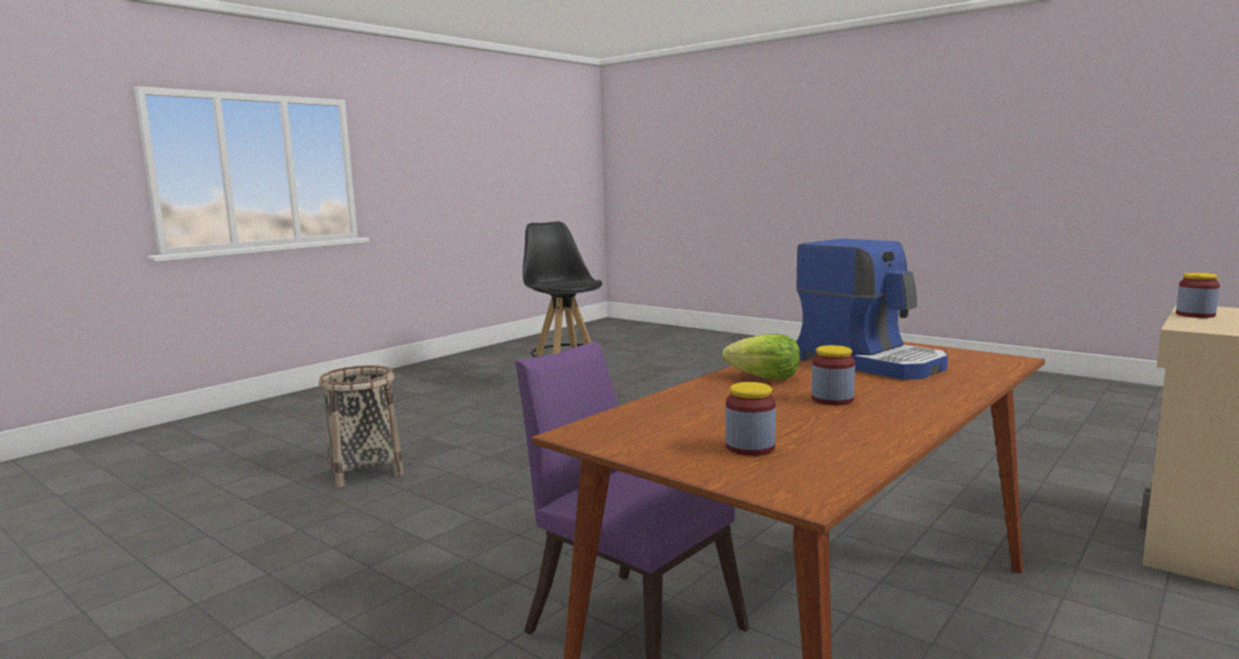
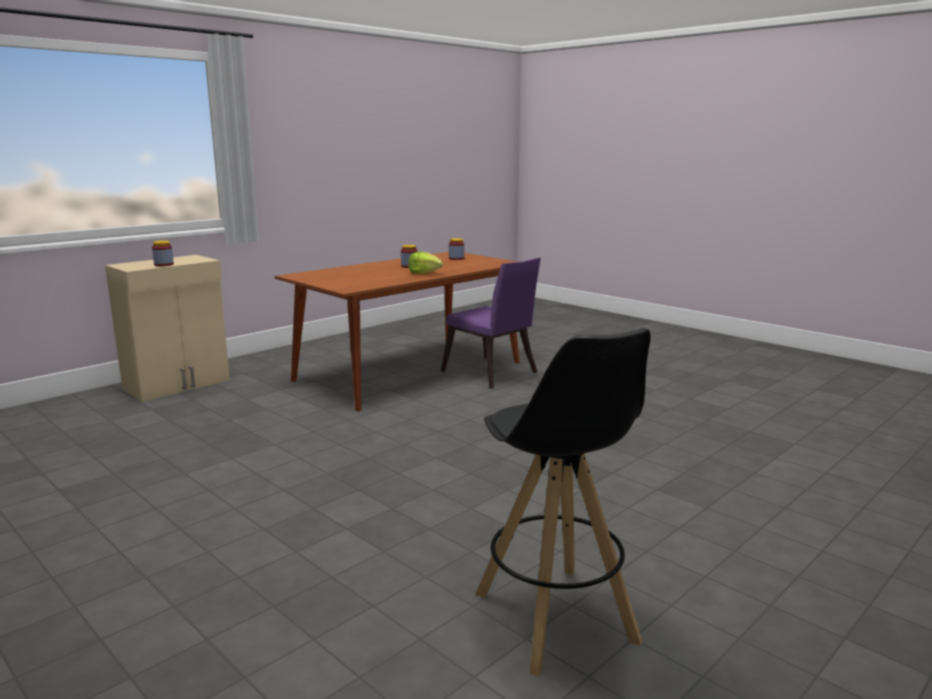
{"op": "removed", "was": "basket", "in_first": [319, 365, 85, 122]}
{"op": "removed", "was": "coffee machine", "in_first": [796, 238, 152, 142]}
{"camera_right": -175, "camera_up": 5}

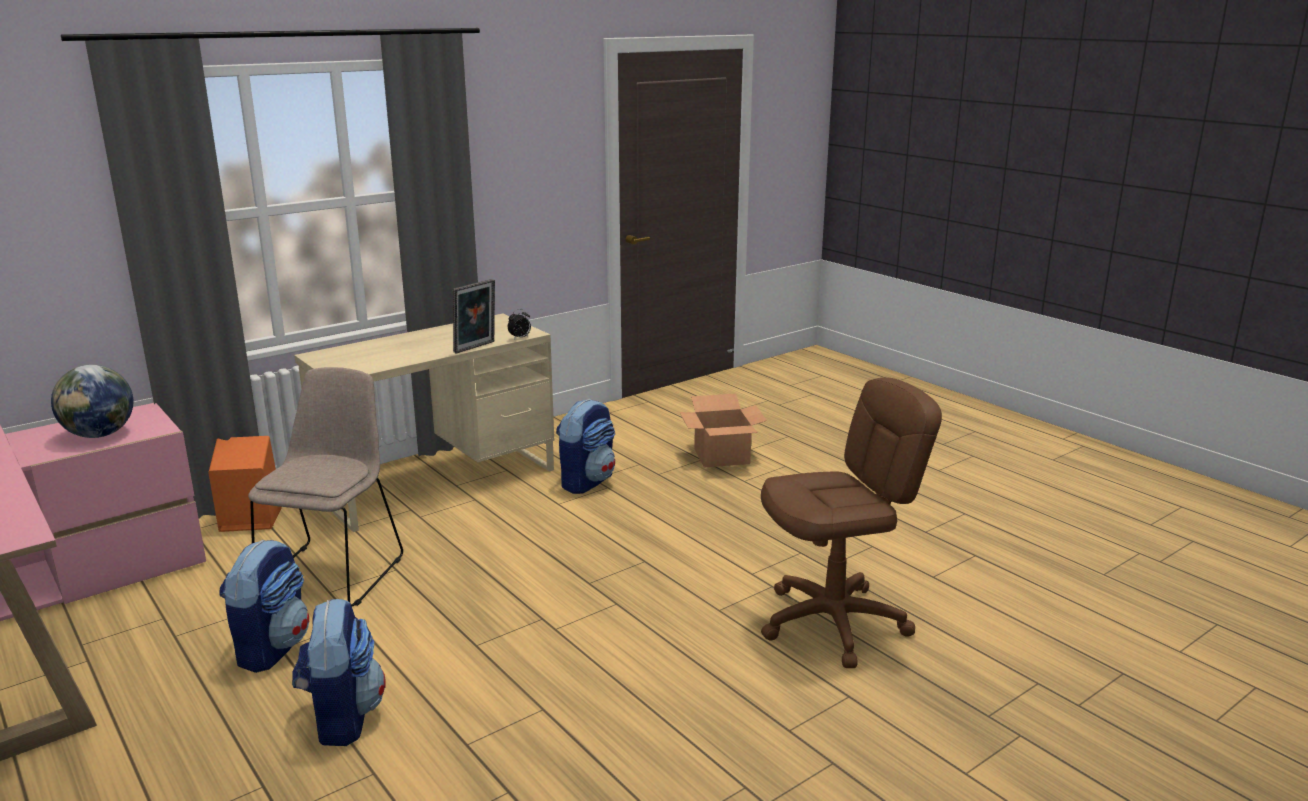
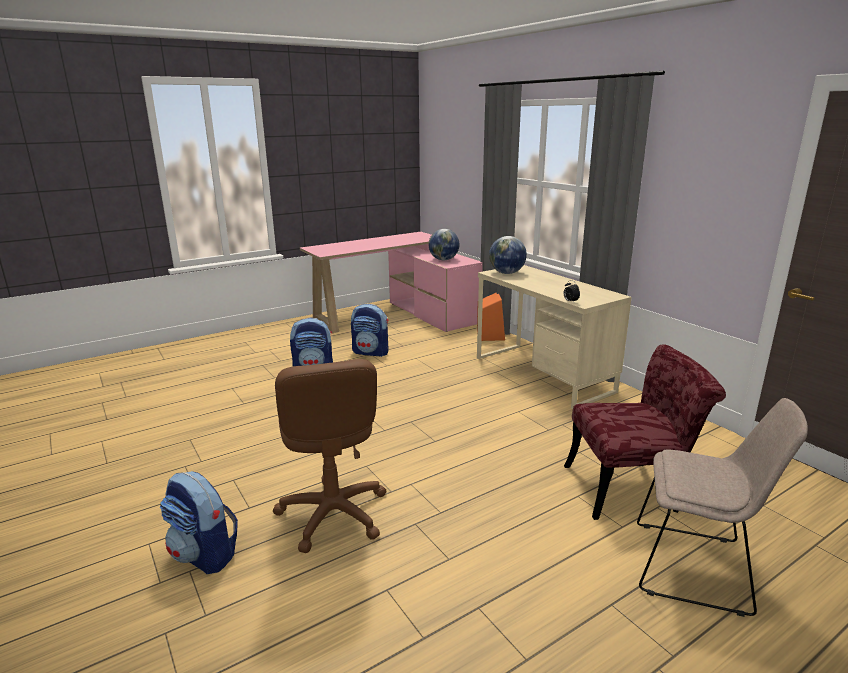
{"op": "moved", "was": "backpack", "in_first": [556, 399, 59, 95], "in_second": [160, 471, 78, 103]}
{"op": "added", "now": "globe", "in_second": [489, 236, 38, 38]}
{"op": "replaced", "was": "cardboard box", "now": "red chair", "in_first": [680, 394, 87, 74], "in_second": [564, 345, 162, 175]}
{"op": "moved", "was": "beige chair", "in_first": [248, 367, 155, 239], "in_second": [637, 398, 171, 219]}
{"op": "removed", "was": "picture frame", "in_first": [453, 279, 42, 75]}
{"camera_right": 95, "camera_up": 0}

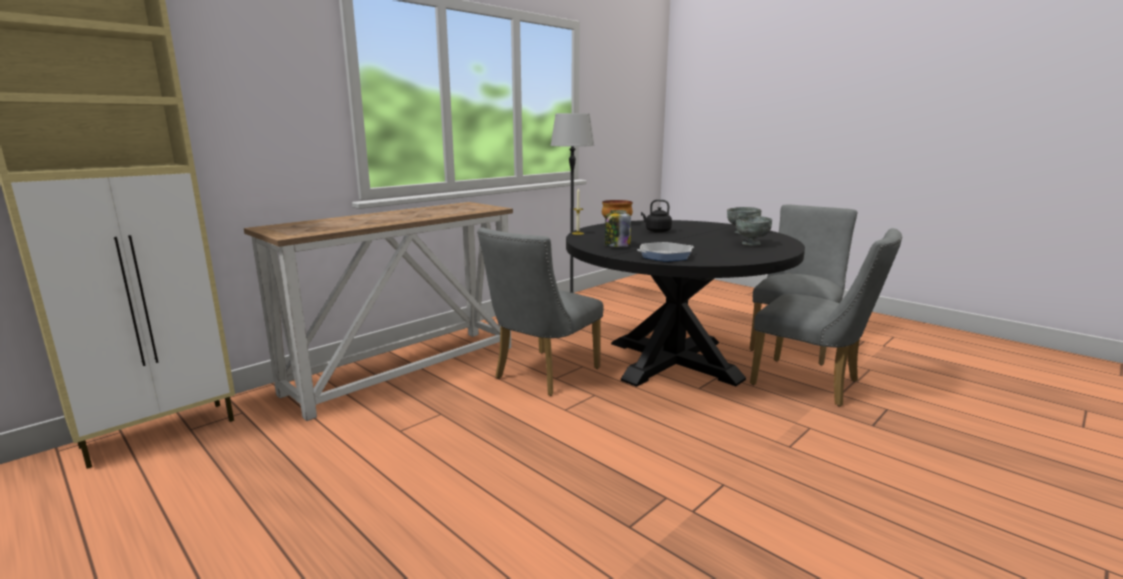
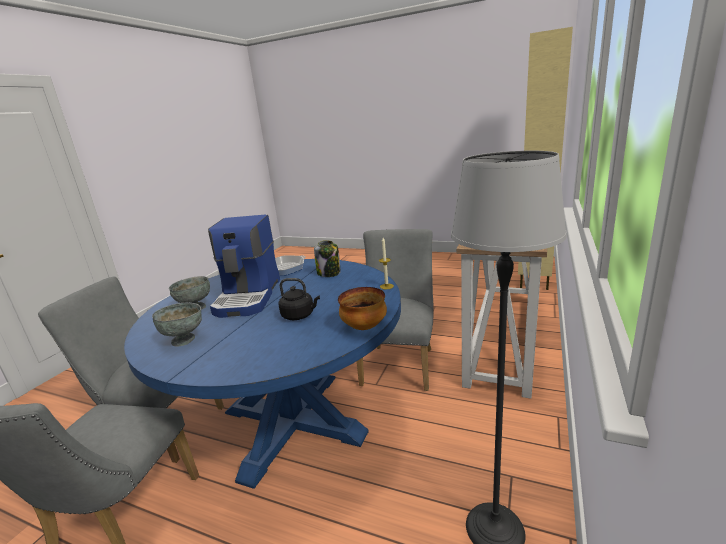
{"op": "recoloured", "was": "black dining table", "now": "blue dining table", "in_first": [566, 220, 239, 167], "in_second": [124, 259, 277, 230]}
{"op": "added", "now": "coffee machine", "in_second": [208, 215, 72, 103]}
{"camera_right": 160, "camera_up": 5}

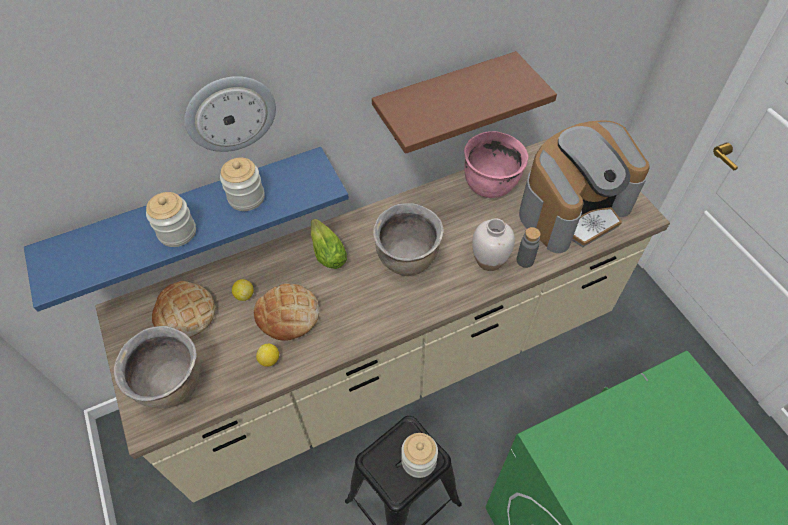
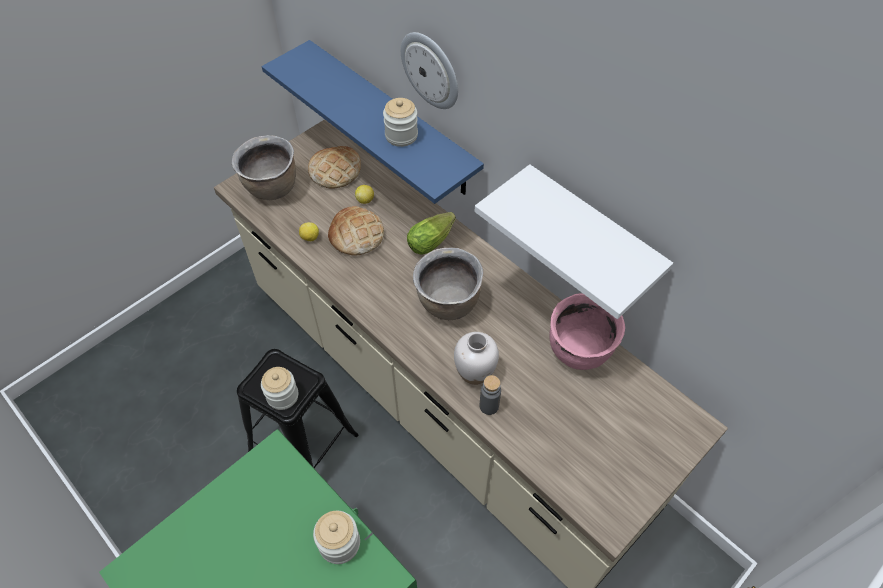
{"op": "moved", "was": "jar", "in_first": [146, 192, 50, 55], "in_second": [313, 511, 47, 53]}
{"op": "recoloured", "was": "brown shelf", "now": "white shelf", "in_first": [372, 51, 185, 103], "in_second": [474, 164, 199, 155]}
{"op": "removed", "was": "coffee machine", "in_first": [519, 120, 131, 133]}
{"camera_right": 70, "camera_up": 0}

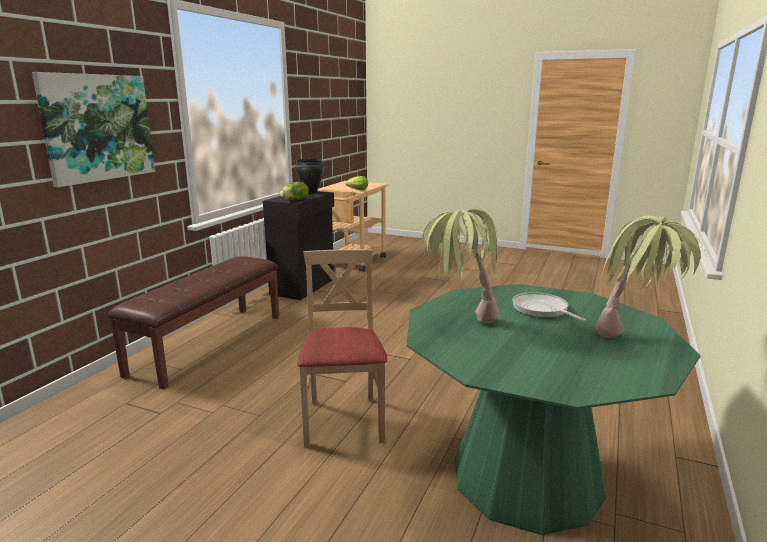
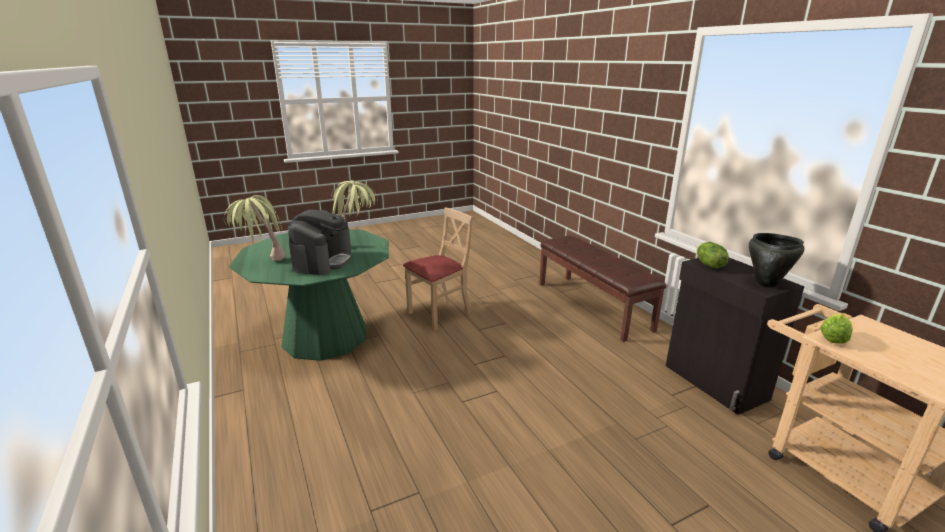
{"op": "replaced", "was": "frying pan", "now": "coffee machine", "in_first": [513, 292, 73, 29], "in_second": [288, 210, 65, 65]}
{"op": "turned", "was": "beige chair", "in_first": [297, 249, 91, 199], "in_second": [403, 207, 70, 124], "clockwise": -75}
{"op": "removed", "was": "picture", "in_first": [32, 72, 123, 115]}
{"camera_right": 130, "camera_up": 5}

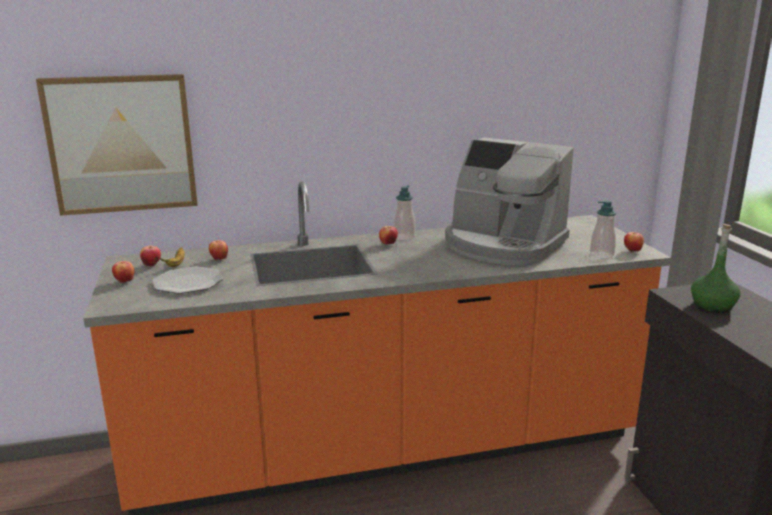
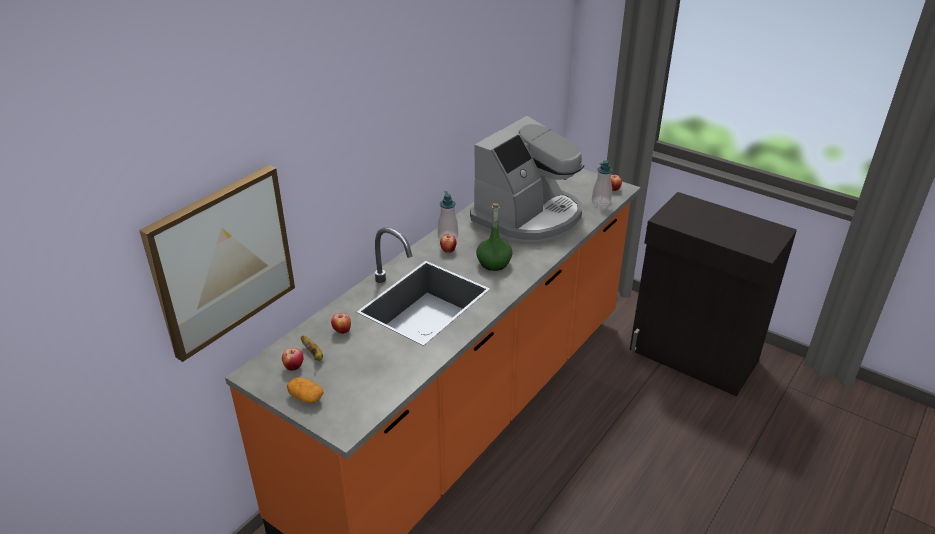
{"op": "replaced", "was": "apple", "now": "potato", "in_first": [112, 261, 22, 23], "in_second": [287, 377, 36, 26]}
{"op": "turned", "was": "coffee machine", "in_first": [445, 137, 129, 128], "in_second": [470, 116, 114, 127], "clockwise": -45}
{"op": "moved", "was": "green bottle", "in_first": [691, 224, 50, 89], "in_second": [476, 203, 37, 68]}
{"op": "removed", "was": "plate", "in_first": [152, 266, 71, 28]}
{"camera_right": -40, "camera_up": 15}

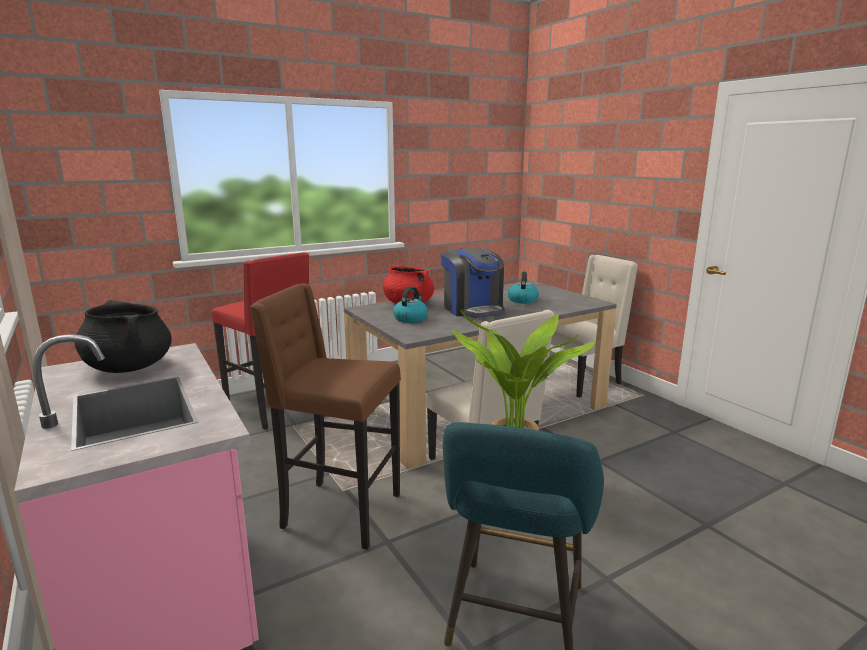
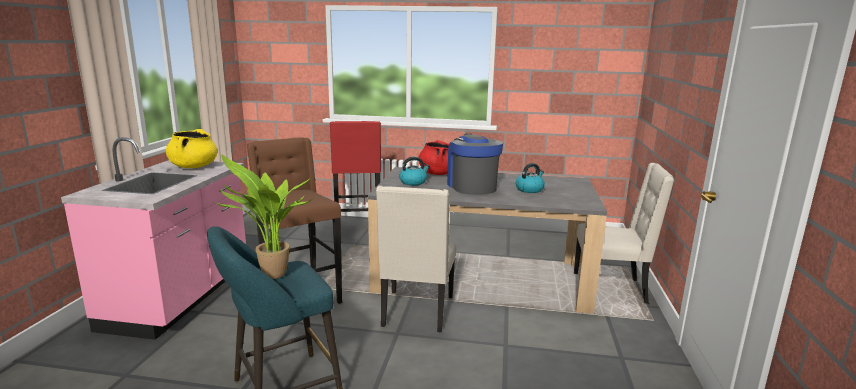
{"op": "recoloured", "was": "black cooking pot", "now": "yellow cooking pot", "in_first": [74, 300, 98, 73], "in_second": [166, 129, 52, 39]}
{"op": "turned", "was": "coffee machine", "in_first": [440, 247, 65, 71], "in_second": [447, 134, 56, 61], "clockwise": 150}
{"camera_right": 40, "camera_up": 0}

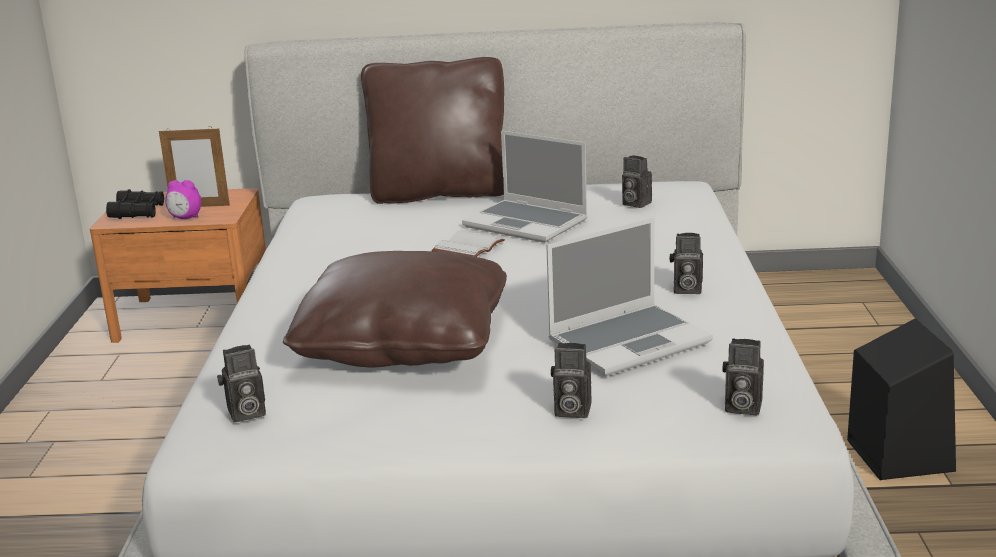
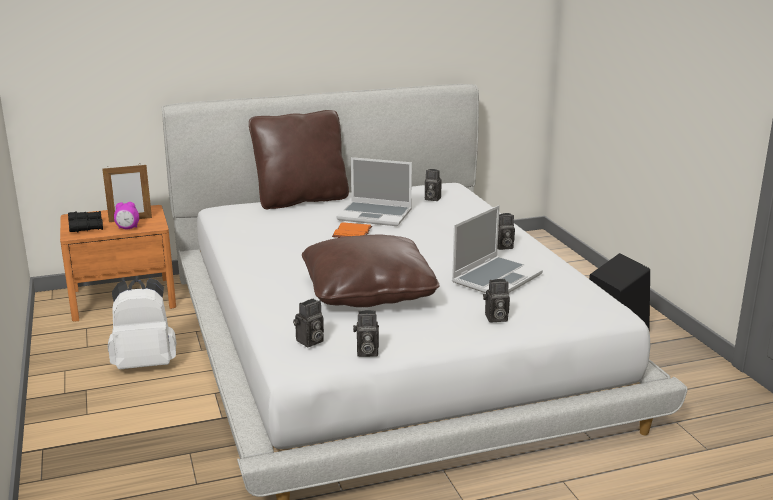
{"op": "added", "now": "white backpack", "in_second": [108, 278, 69, 92]}
{"op": "recoloured", "was": "white book", "now": "orange book", "in_first": [431, 230, 74, 27], "in_second": [332, 222, 40, 16]}
{"op": "moved", "was": "photo camera", "in_first": [723, 338, 41, 78], "in_second": [353, 310, 26, 47]}
{"camera_right": -20, "camera_up": 0}

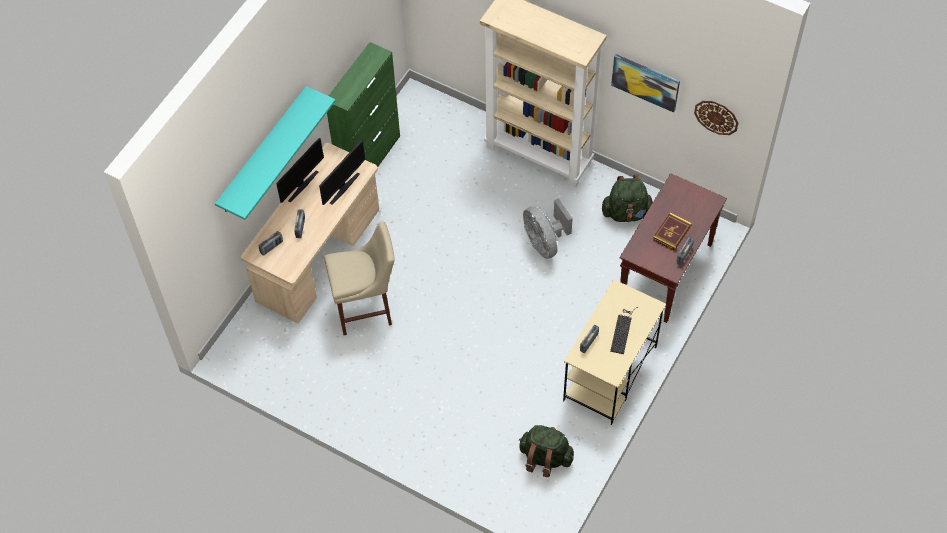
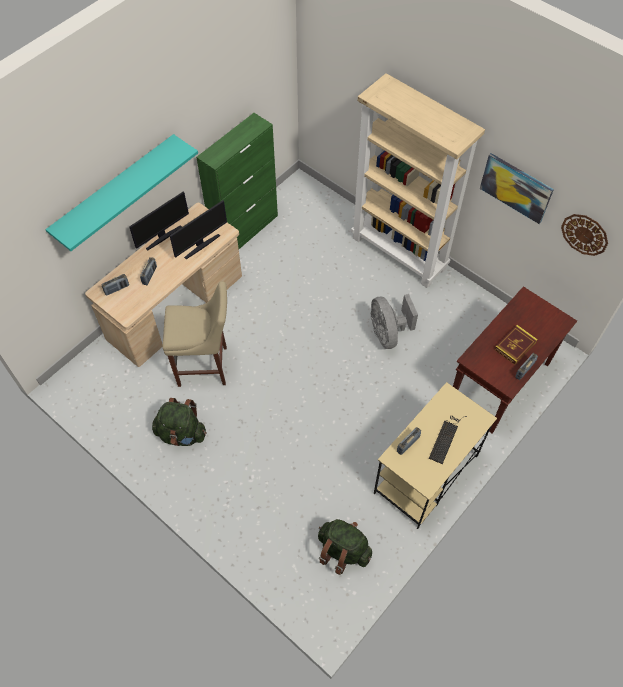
{"op": "moved", "was": "green backpack", "in_first": [602, 175, 51, 47], "in_second": [152, 398, 54, 48]}
{"camera_right": 10, "camera_up": 0}

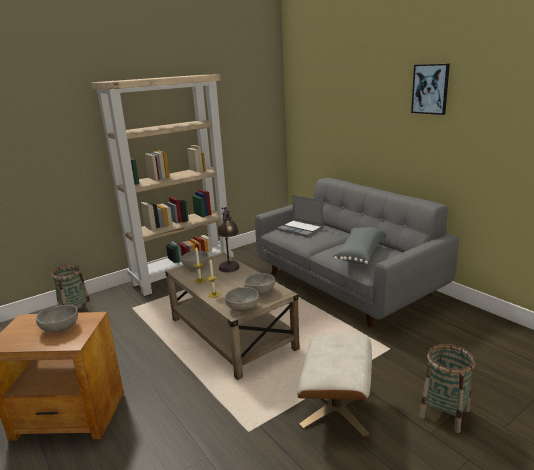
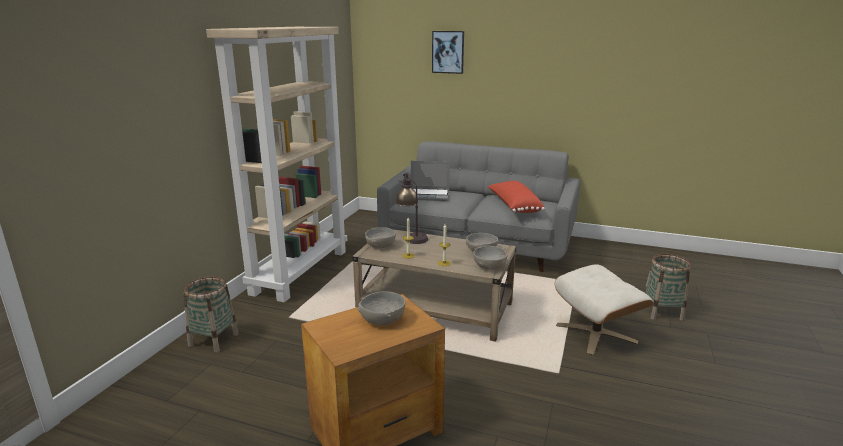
{"op": "moved", "was": "picture", "in_first": [411, 64, 39, 51], "in_second": [432, 31, 32, 43]}
{"op": "recoloured", "was": "grey pillow", "now": "red pillow", "in_first": [333, 227, 52, 37], "in_second": [488, 181, 57, 32]}
{"camera_right": -35, "camera_up": 0}

